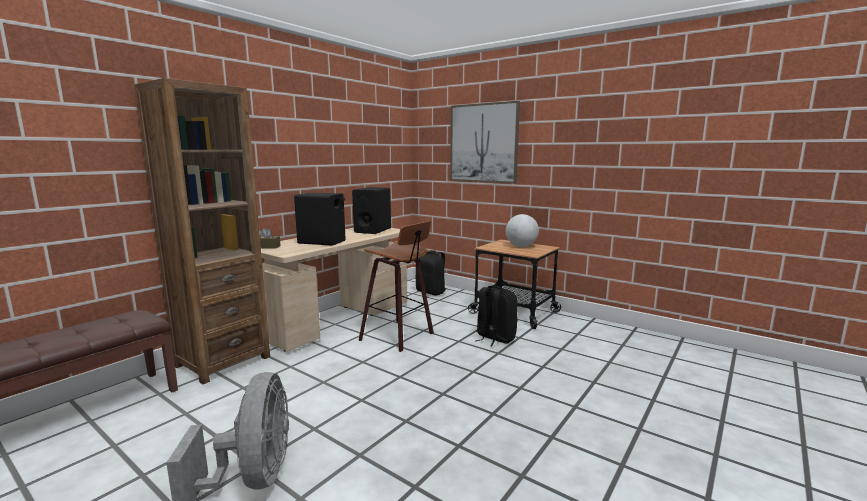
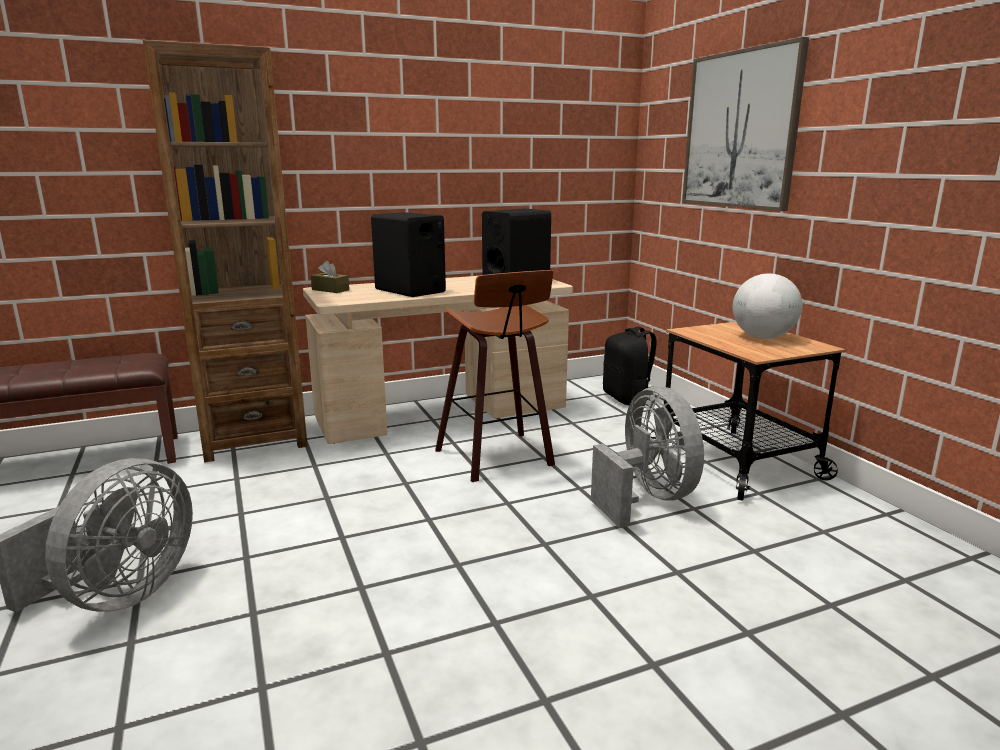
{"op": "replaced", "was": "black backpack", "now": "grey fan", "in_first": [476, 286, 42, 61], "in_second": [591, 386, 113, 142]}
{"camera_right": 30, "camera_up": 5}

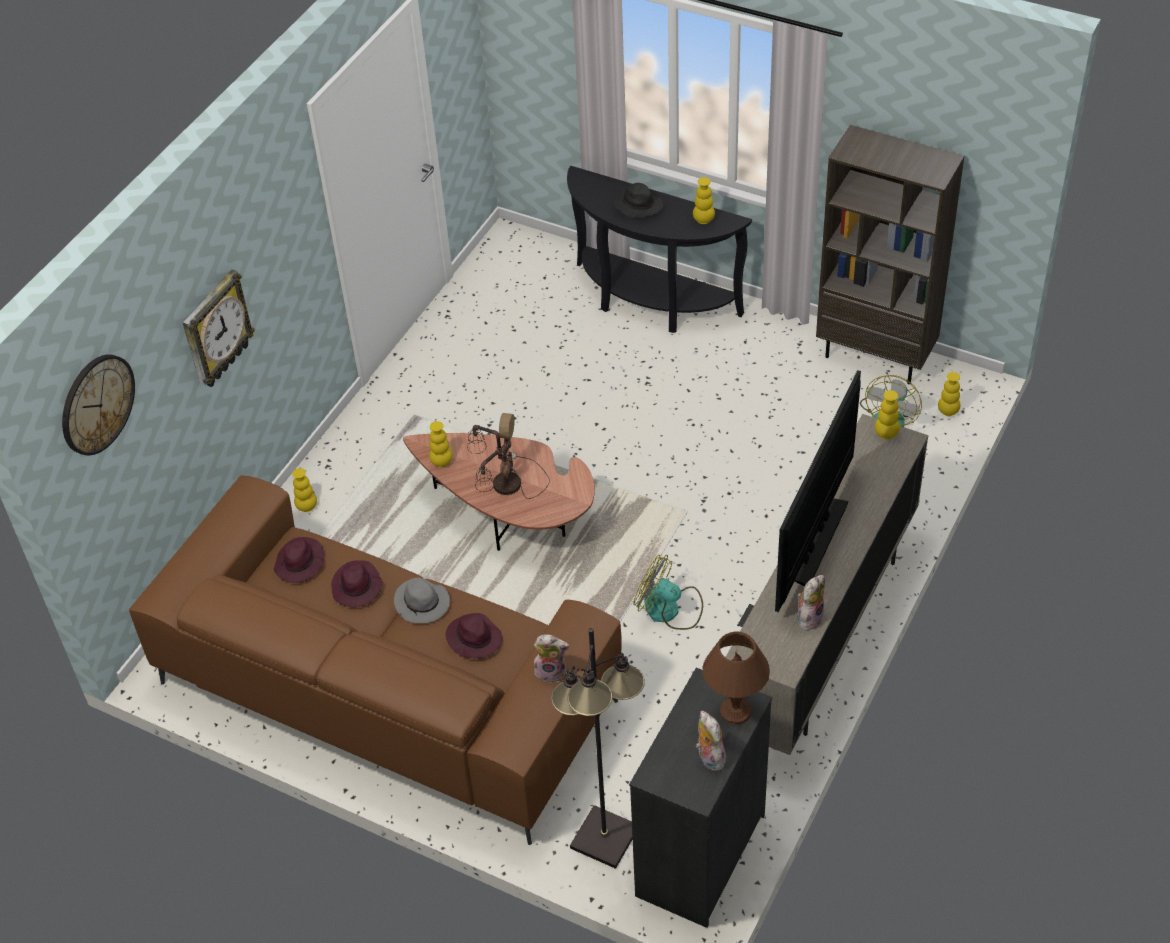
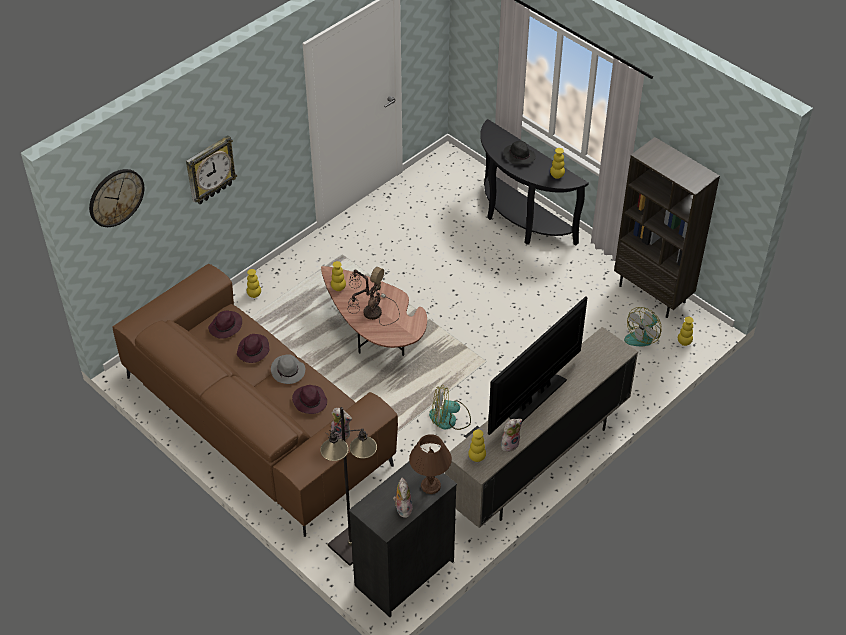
{"op": "turned", "was": "fan", "in_first": [633, 555, 70, 75], "in_second": [429, 385, 42, 45], "clockwise": -45}
{"op": "moved", "was": "yellow vase", "in_first": [875, 390, 25, 49], "in_second": [468, 430, 18, 32]}
{"camera_right": 15, "camera_up": 0}

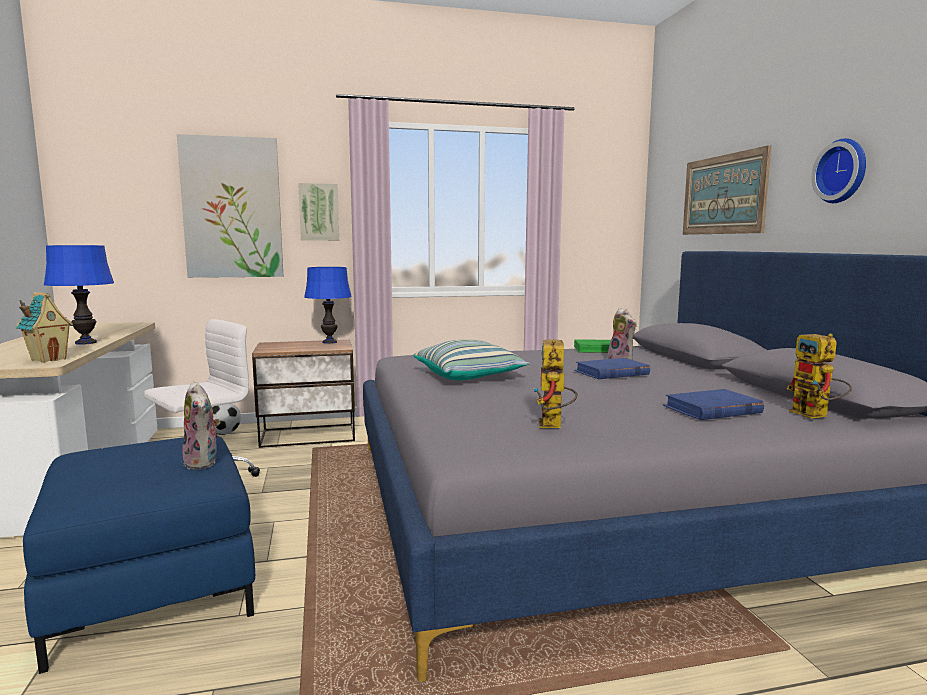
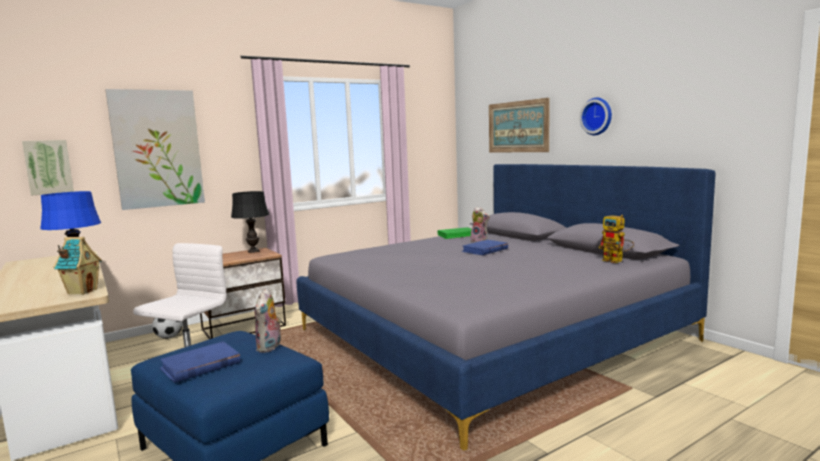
{"op": "moved", "was": "picture", "in_first": [298, 183, 41, 58], "in_second": [22, 140, 52, 55]}
{"op": "moved", "was": "blue book", "in_first": [663, 389, 101, 31], "in_second": [160, 341, 80, 42]}
{"op": "recoloured", "was": "blue table lamp", "now": "black table lamp", "in_first": [304, 267, 48, 77], "in_second": [231, 191, 38, 62]}
{"op": "turned", "was": "plush toy", "in_first": [182, 381, 39, 88], "in_second": [255, 289, 27, 64], "clockwise": 60}
{"op": "removed", "was": "pillow", "in_first": [413, 340, 117, 40]}
{"op": "removed", "was": "toy robot", "in_first": [534, 339, 43, 89]}
{"camera_right": -20, "camera_up": 0}

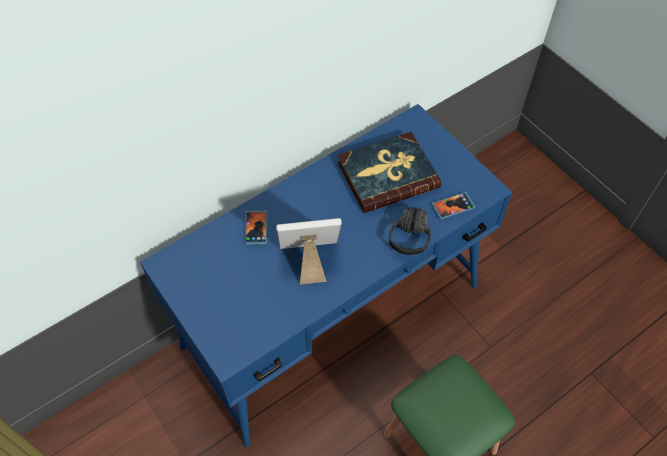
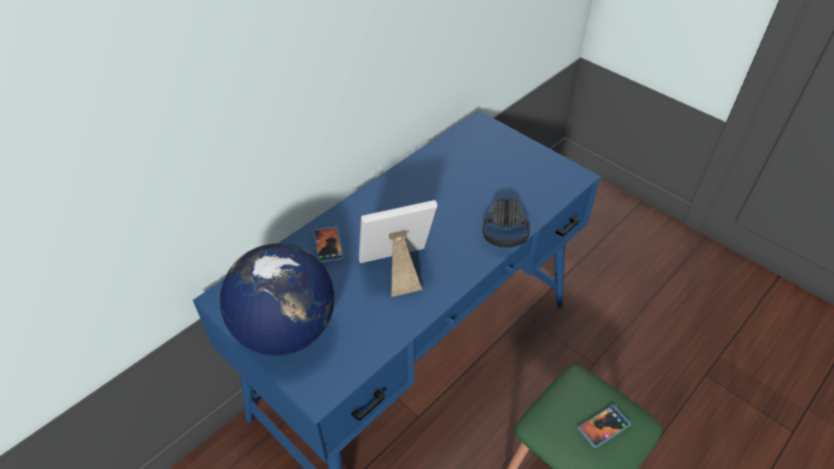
{"op": "added", "now": "globe", "in_second": [220, 243, 115, 113]}
{"op": "moved", "was": "phone", "in_first": [431, 192, 45, 27], "in_second": [577, 405, 54, 43]}
{"op": "removed", "was": "book", "in_first": [338, 132, 103, 81]}
{"camera_right": -10, "camera_up": -10}

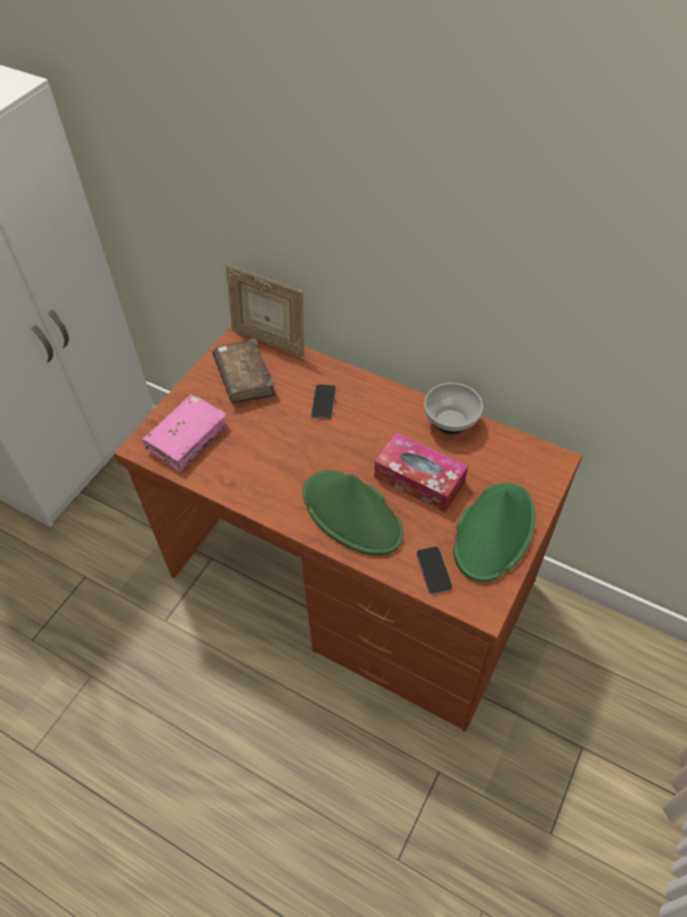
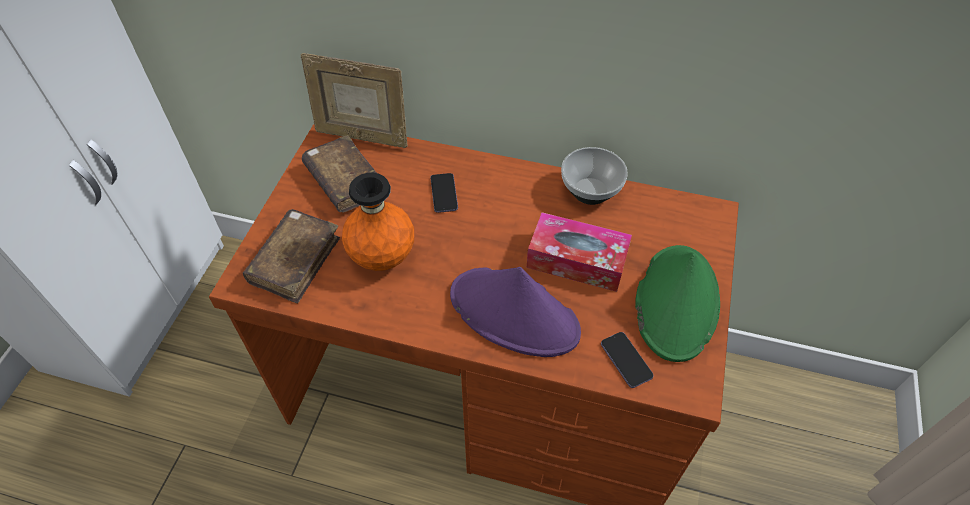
{"op": "recoloured", "was": "pink book", "now": "brown book", "in_first": [142, 394, 86, 78], "in_second": [243, 209, 97, 94]}
{"op": "added", "now": "orange vase", "in_second": [342, 173, 72, 98]}
{"op": "recoloured", "was": "green hat", "now": "purple hat", "in_first": [303, 470, 101, 86], "in_second": [450, 267, 131, 90]}
{"camera_right": -15, "camera_up": 0}

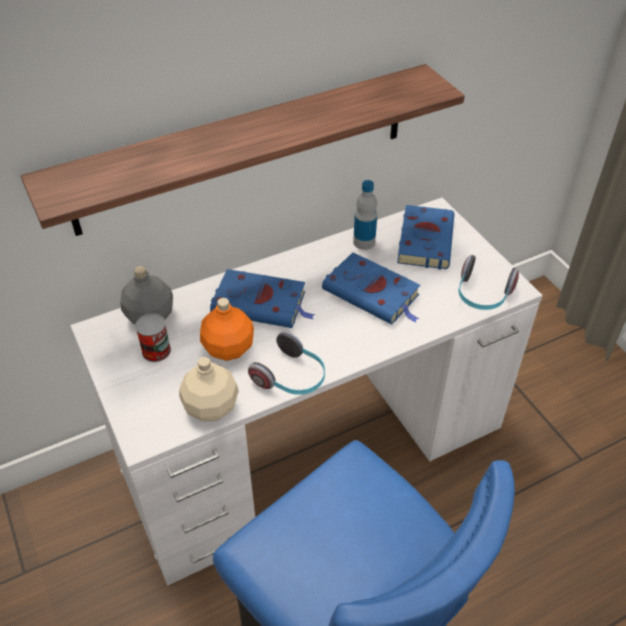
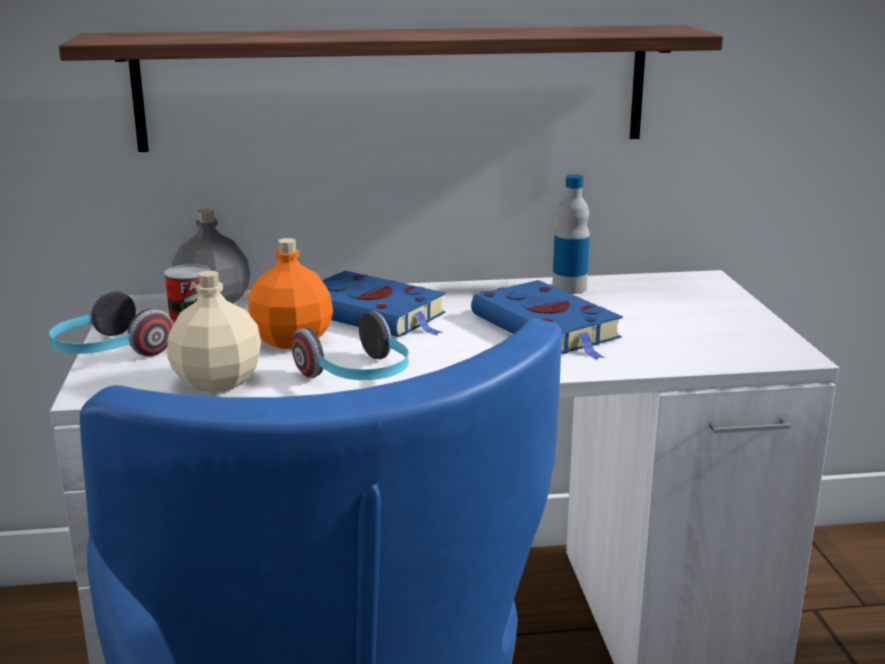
{"op": "moved", "was": "headphones", "in_first": [459, 255, 60, 55], "in_second": [49, 291, 124, 66]}
{"op": "removed", "was": "blue book", "in_first": [397, 205, 57, 65]}
{"camera_right": 20, "camera_up": -25}

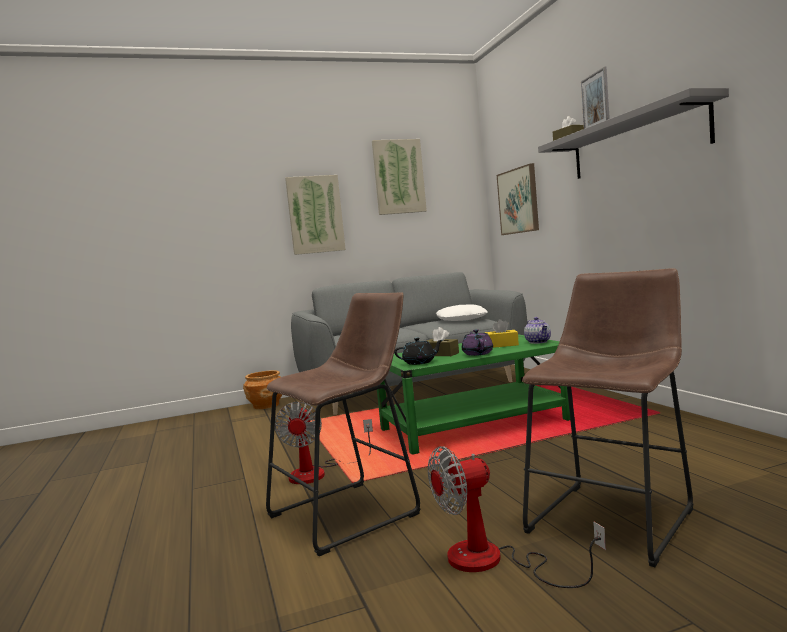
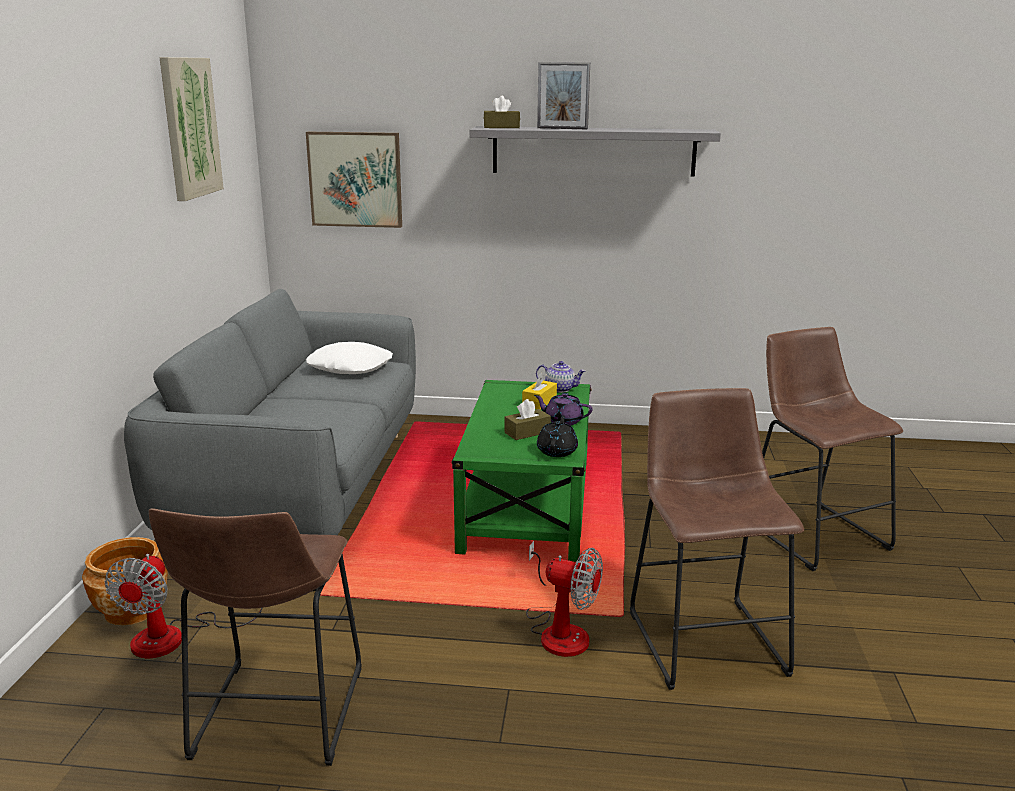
{"op": "moved", "was": "fan", "in_first": [428, 446, 178, 142], "in_second": [105, 554, 158, 104]}
{"op": "added", "now": "brown stool", "in_second": [149, 508, 213, 258]}
{"op": "removed", "was": "picture", "in_first": [285, 175, 61, 80]}
{"camera_right": -65, "camera_up": 15}

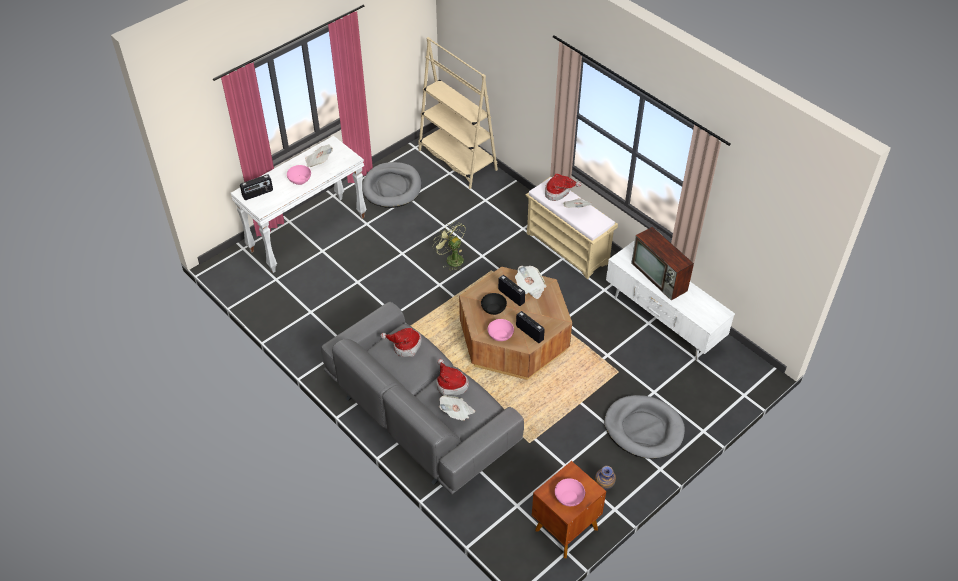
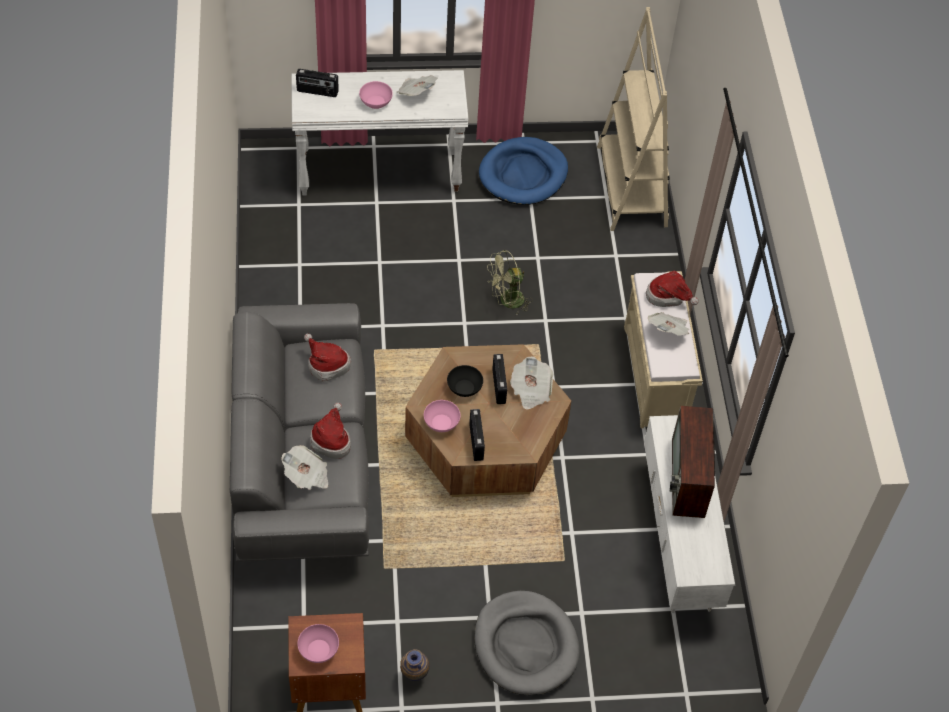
{"op": "recoloured", "was": "grey dog bed", "now": "blue dog bed", "in_first": [362, 162, 59, 46], "in_second": [479, 137, 89, 68]}
{"op": "turned", "was": "green fan", "in_first": [433, 220, 33, 51], "in_second": [487, 250, 46, 66], "clockwise": -105}
{"camera_right": 35, "camera_up": 5}

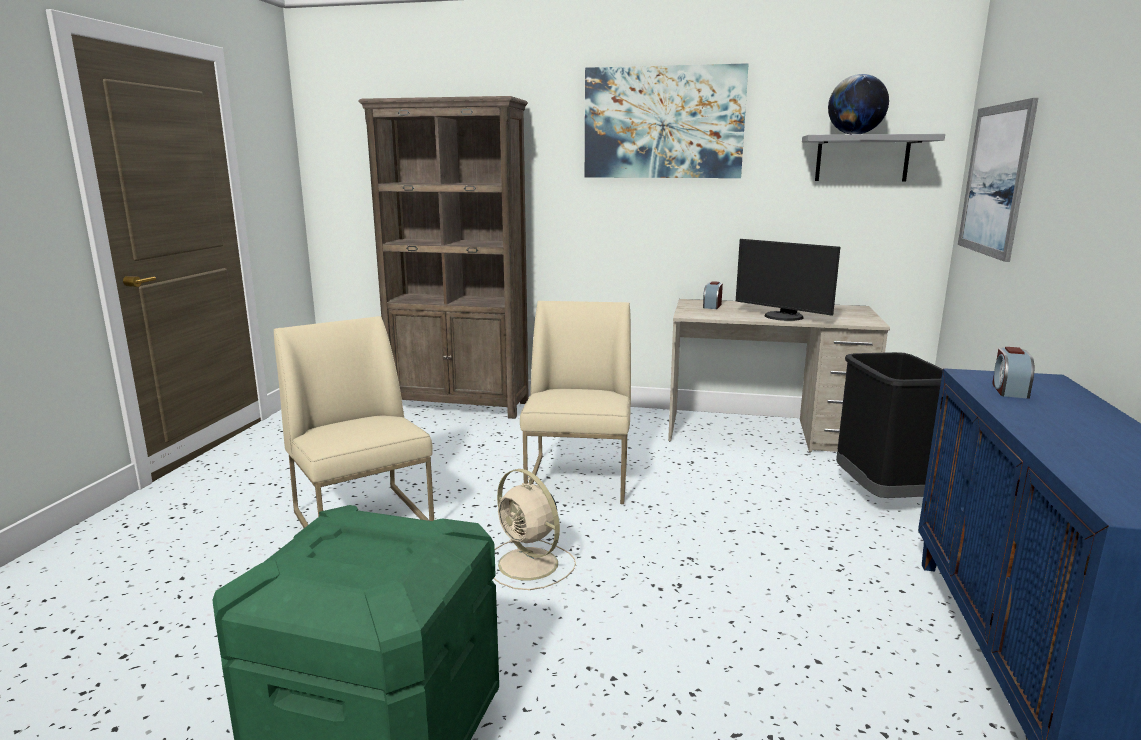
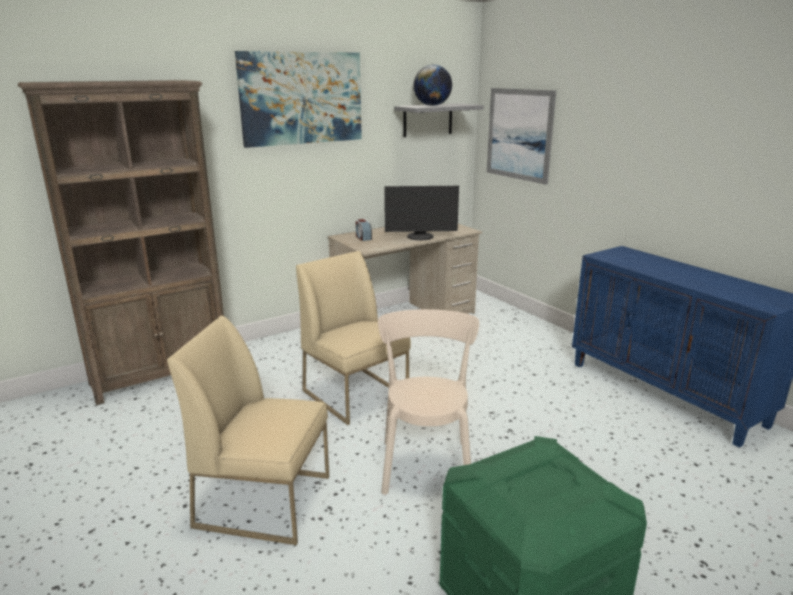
{"op": "replaced", "was": "beige fan", "now": "beige chair", "in_first": [493, 469, 83, 121], "in_second": [378, 309, 101, 186]}
{"op": "removed", "was": "black trash can", "in_first": [836, 352, 107, 146]}
{"op": "removed", "was": "alarm clock", "in_first": [992, 347, 42, 52]}
{"camera_right": -45, "camera_up": 5}

